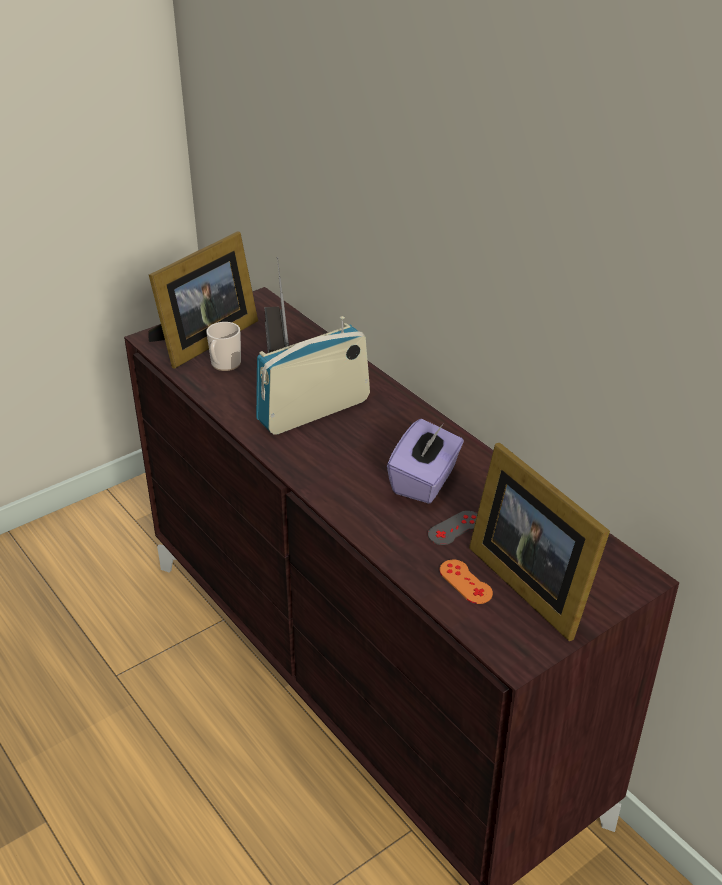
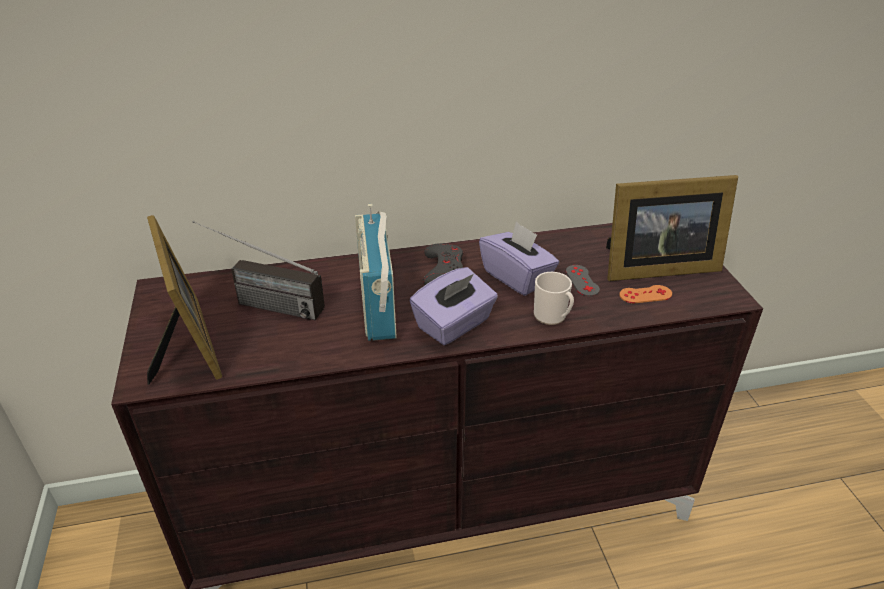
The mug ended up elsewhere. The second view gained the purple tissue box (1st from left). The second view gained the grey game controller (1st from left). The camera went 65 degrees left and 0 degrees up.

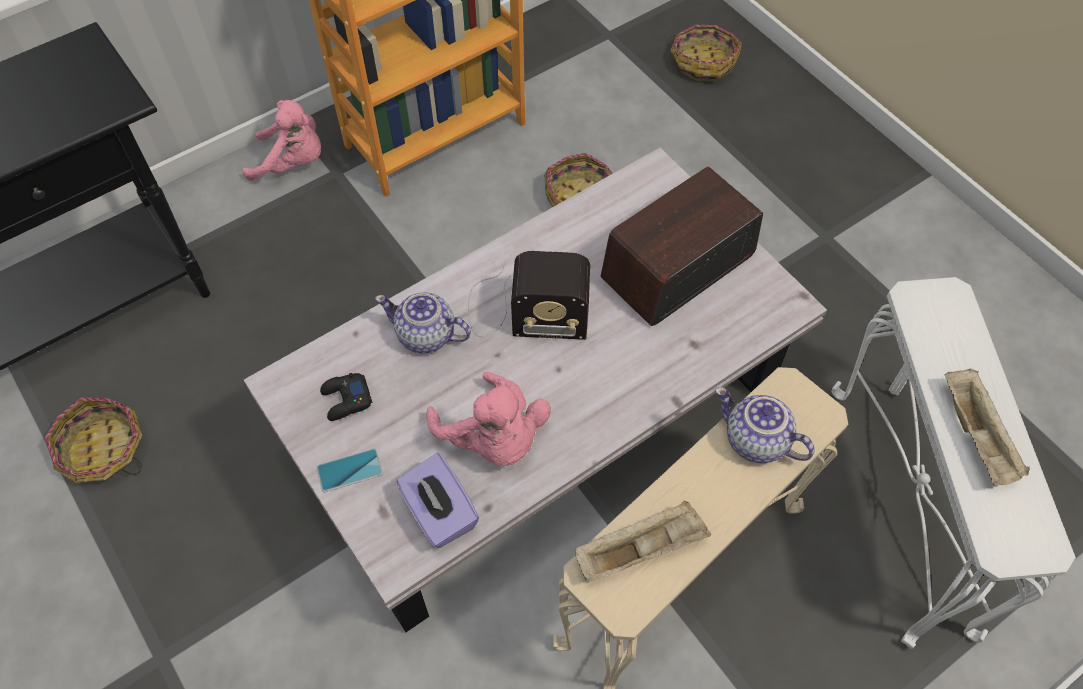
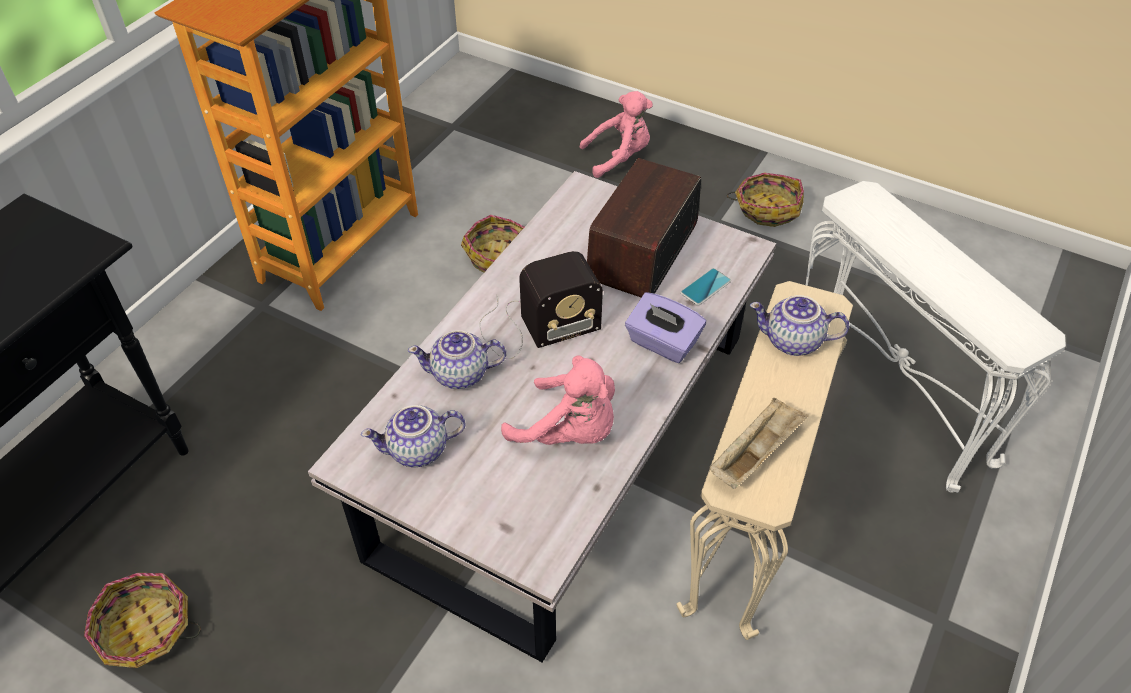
The pink plush toy (1st from left in the first image) ended up elsewhere. The phone ended up elsewhere. Where the black game controller stood, the teapot (1st from left) came to stand. The purple tissue box ended up elsewhere. The basket (3rd from left) ended up elsewhere. The second view lost the beige tray (2nd from left). The camera went 25 degrees left and 10 degrees down.

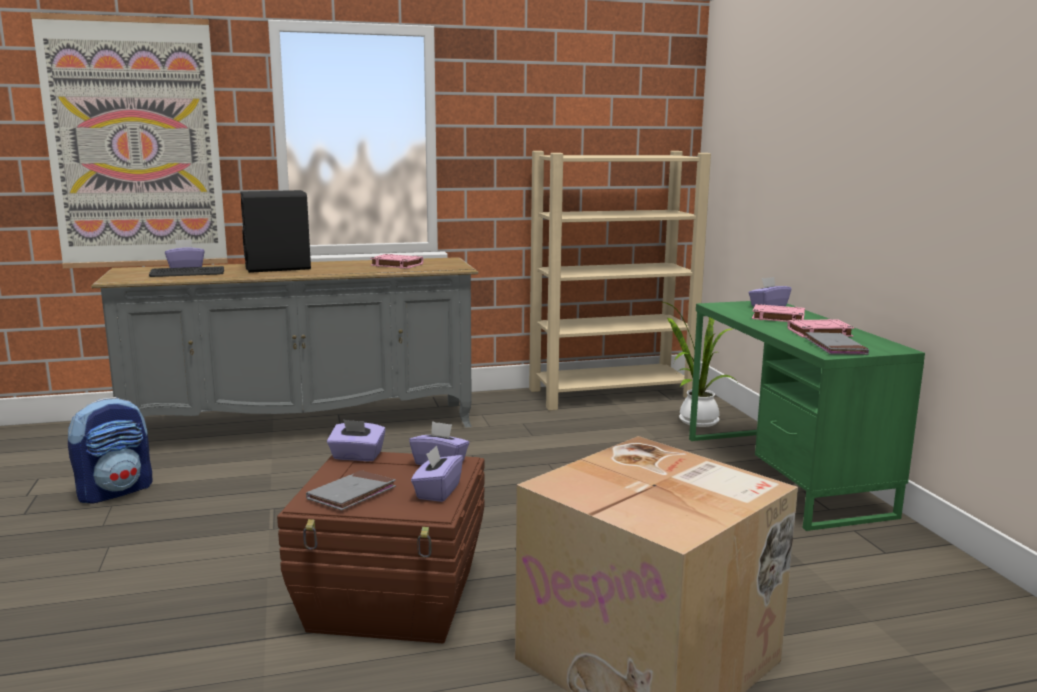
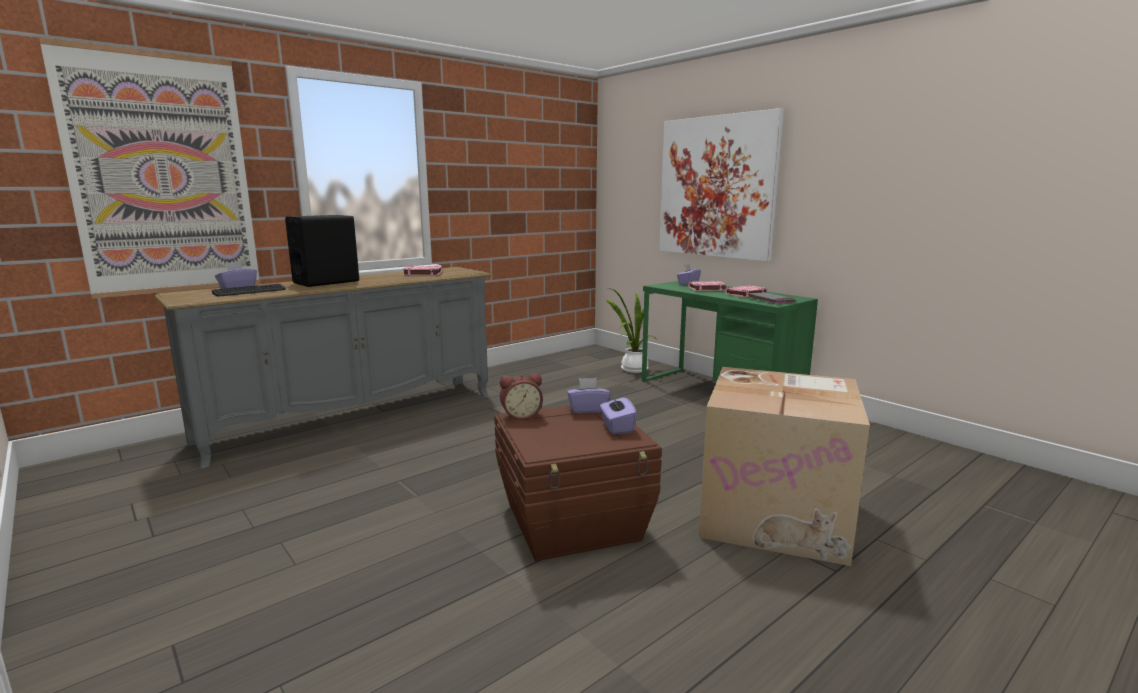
The second view lost the backpack. The second view lost the grey book (1st from left). Where the purple tissue box (2nd from left) stood, the alarm clock came to stand. The second view lost the beige bookcase. The second view gained the picture (2nd from left). The camera went 25 degrees left and 0 degrees up.

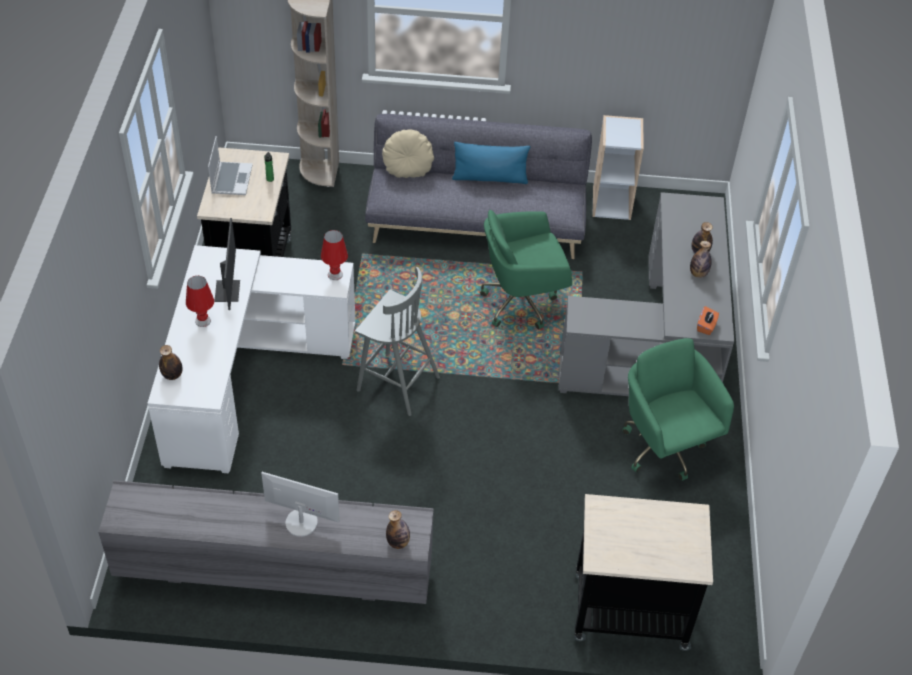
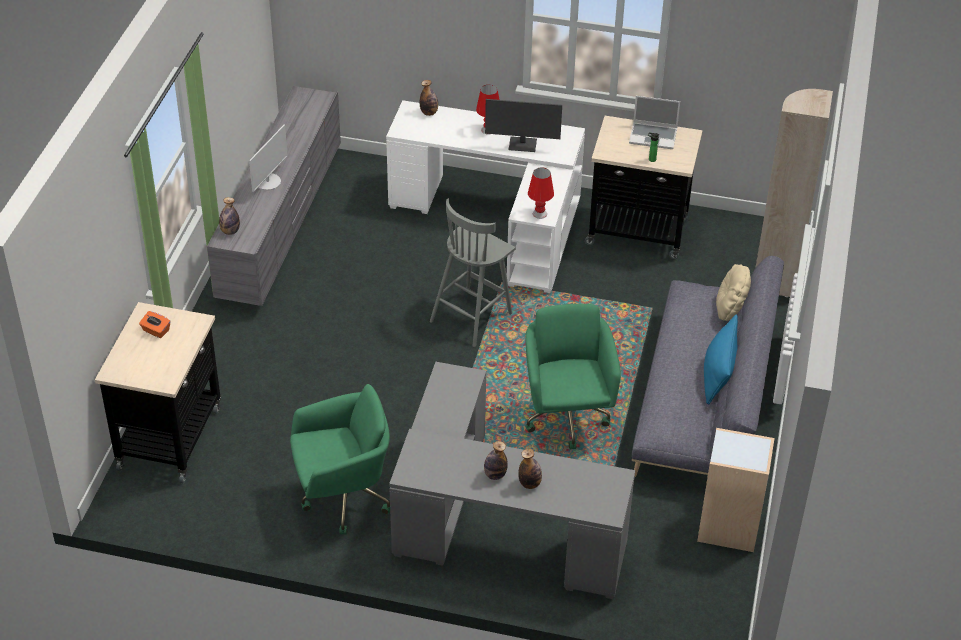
The orange tissue box ended up elsewhere. The camera went 100 degrees right and 5 degrees down.

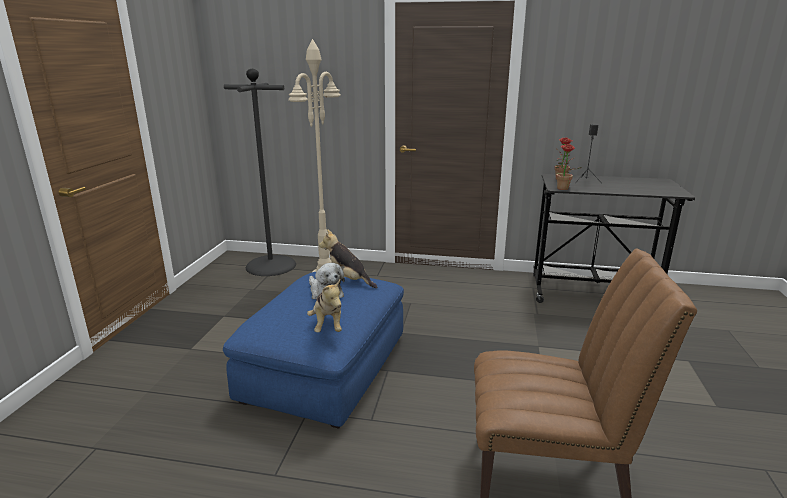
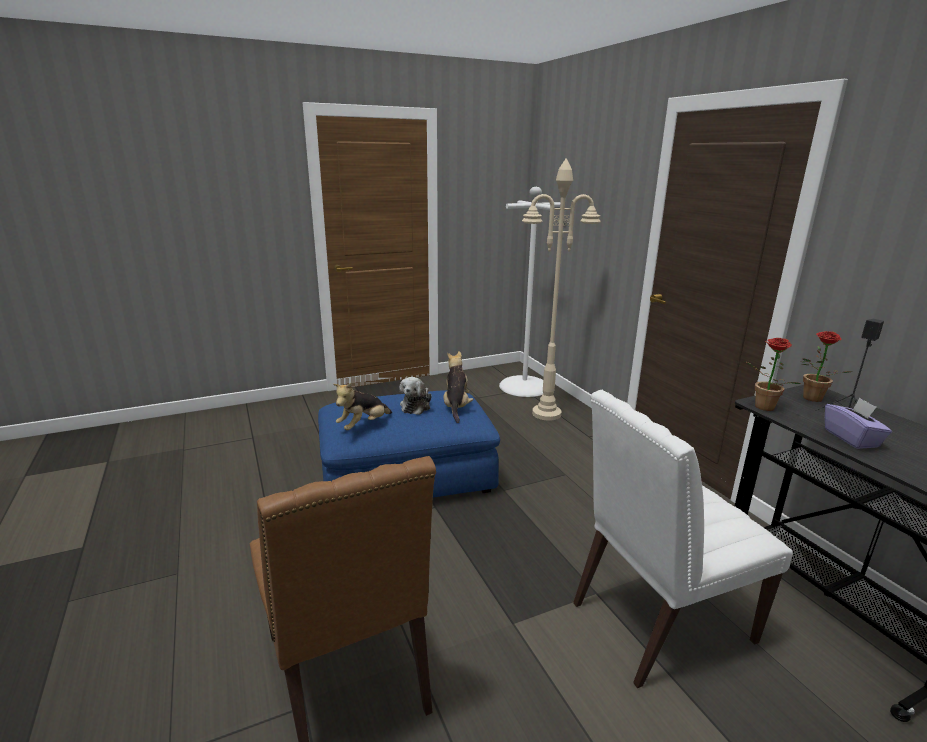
What was the black clothes rack turned into the white clothes rack. The second view gained the white chair. The second view gained the purple tissue box. The camera went 55 degrees right and 0 degrees up.

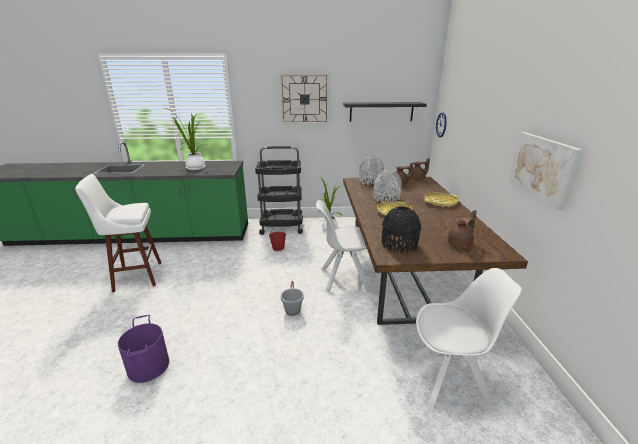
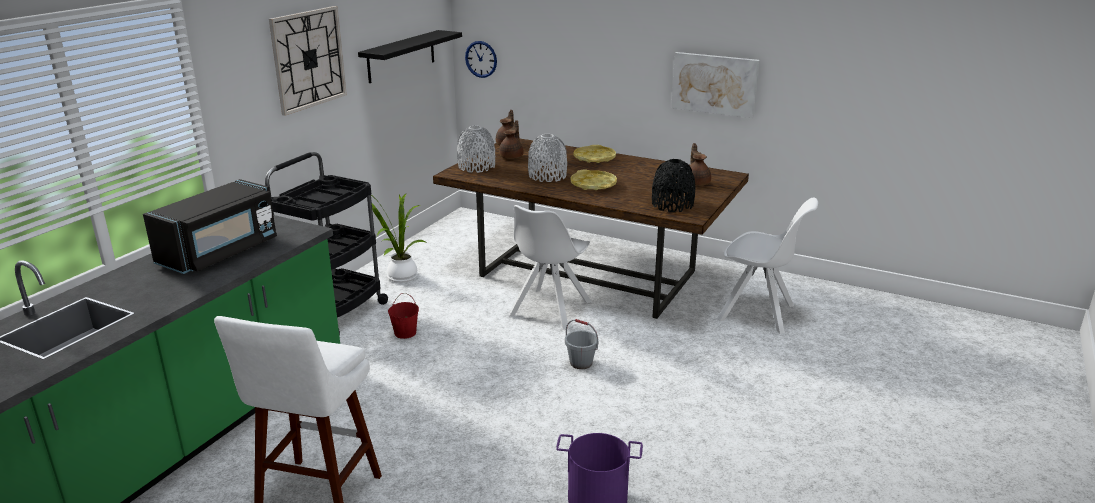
Where the potted plant (1st from left) stood, the black microwave came to stand. The white chair (2nd from left) ended up facing another way, 90 degrees clockwise from before. The camera went 60 degrees left and 0 degrees up.

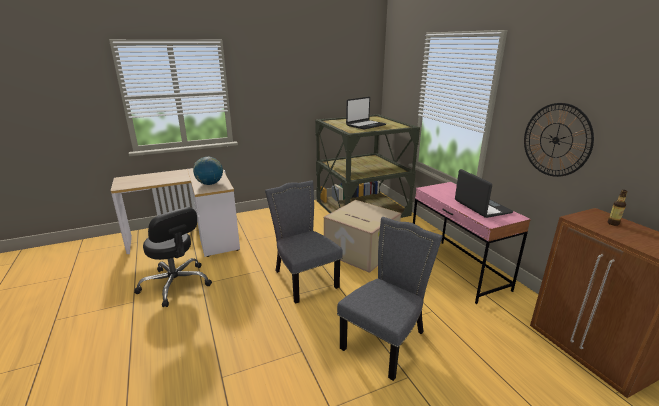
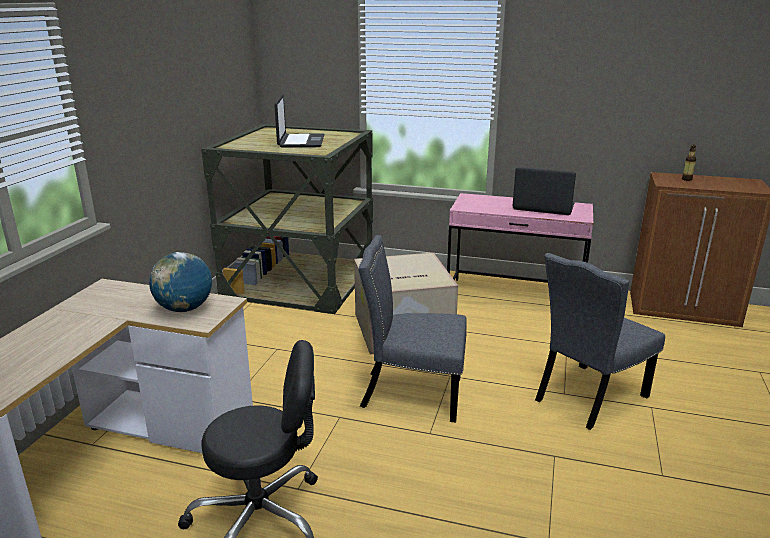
The grey chair (2nd from left) ended up facing another way, 120 degrees counterclockwise from before. The second view lost the wall clock. The camera went 50 degrees left and 0 degrees up.

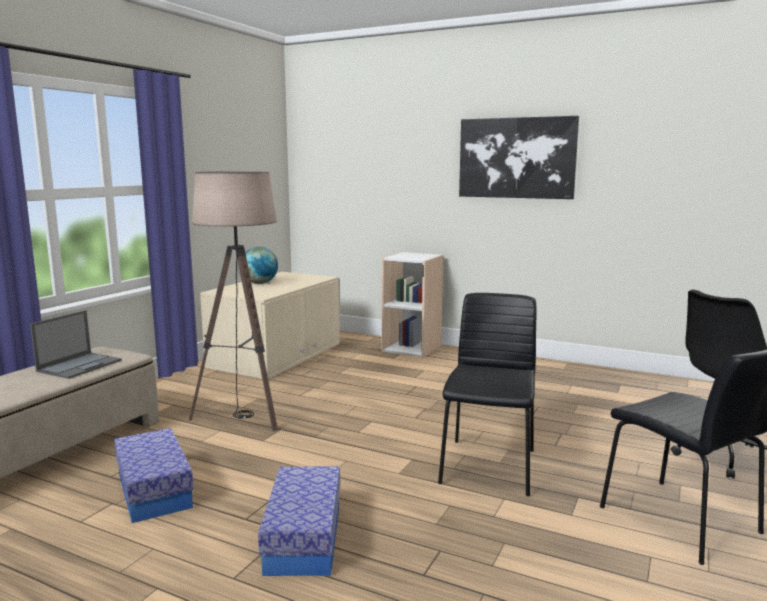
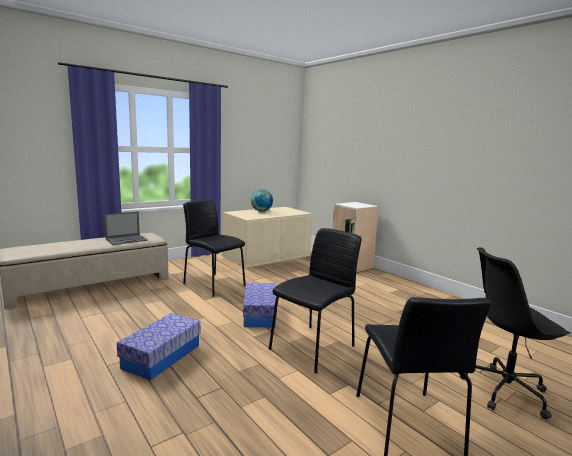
The storage box (1st from left in the first image) ended up elsewhere. Where the floor lamp stood, the black chair (1st from left) came to stand. The second view lost the picture. The camera went 25 degrees right and 0 degrees up.

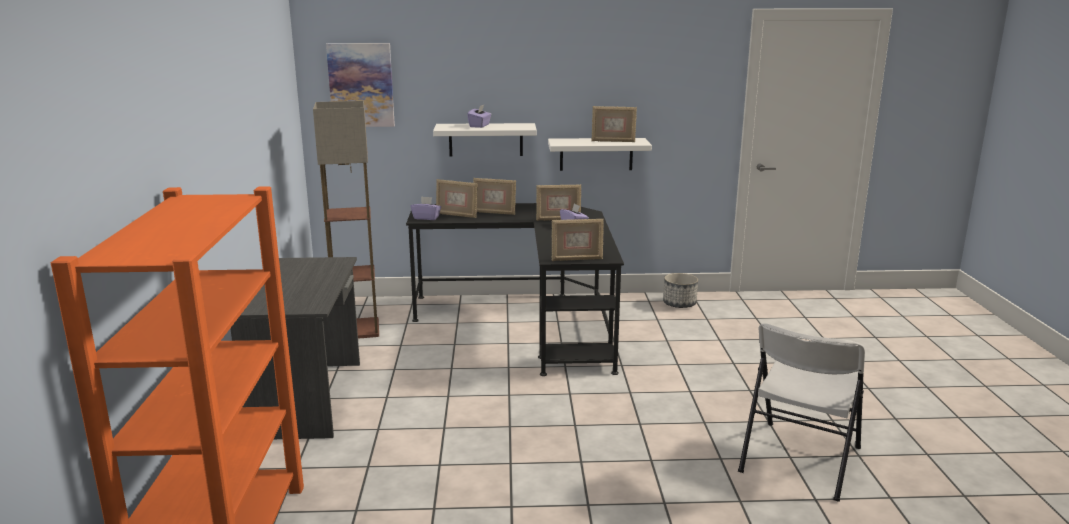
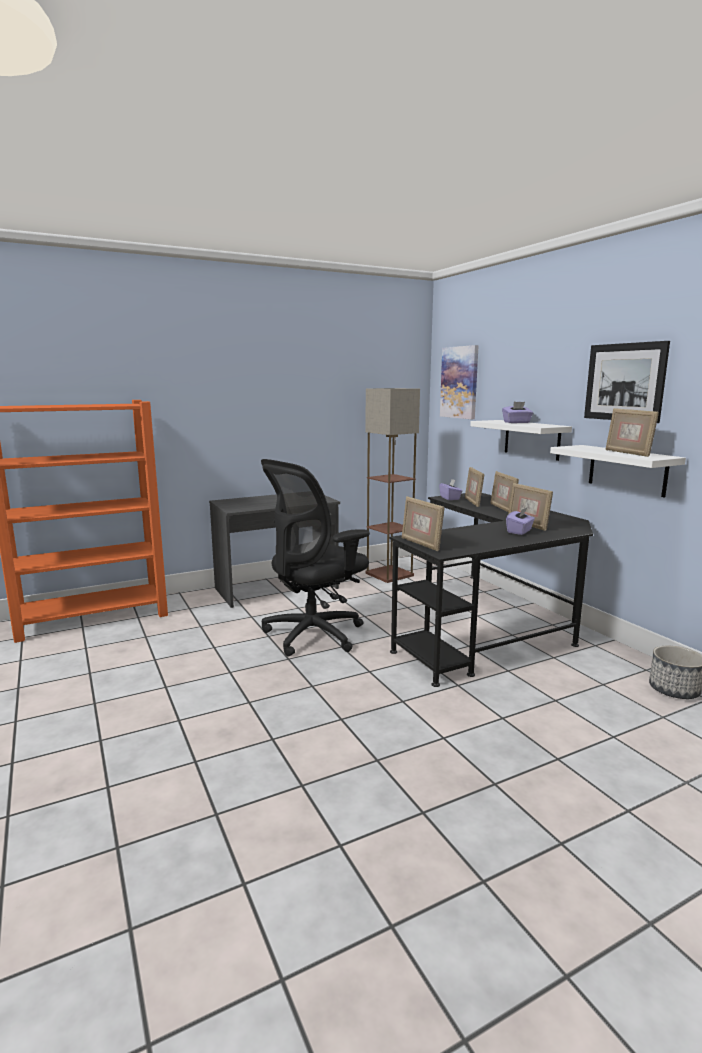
The second view lost the white chair. The second view gained the black office chair. The second view gained the picture (2nd from left). The camera went 65 degrees right and 5 degrees down.

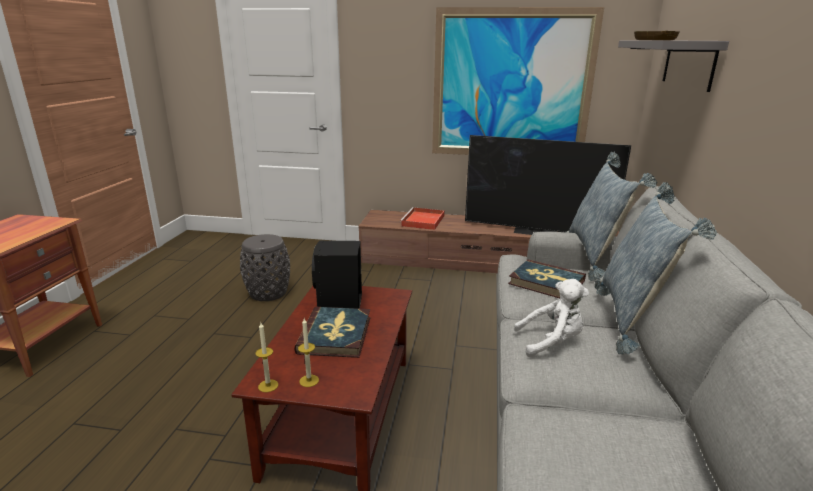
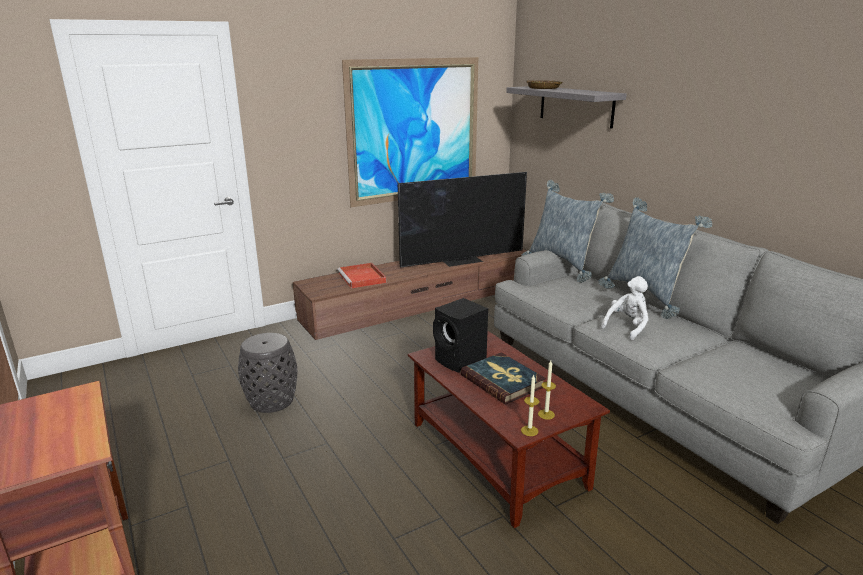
The second view lost the book (2nd from left). The camera went 40 degrees left and 0 degrees up.

